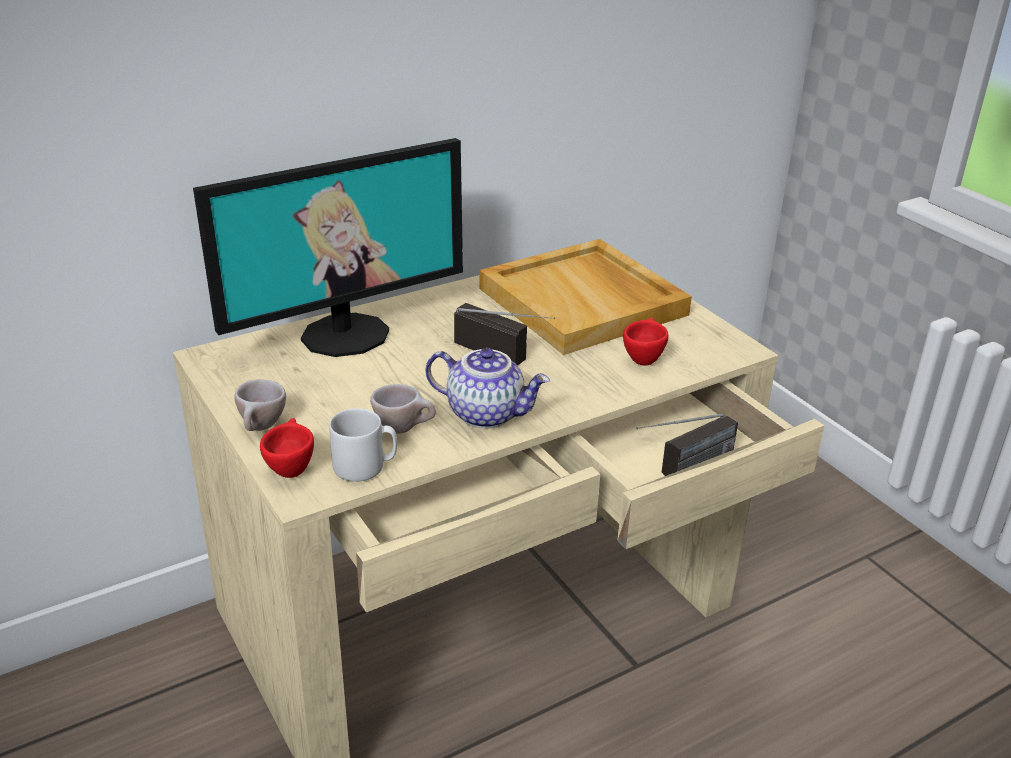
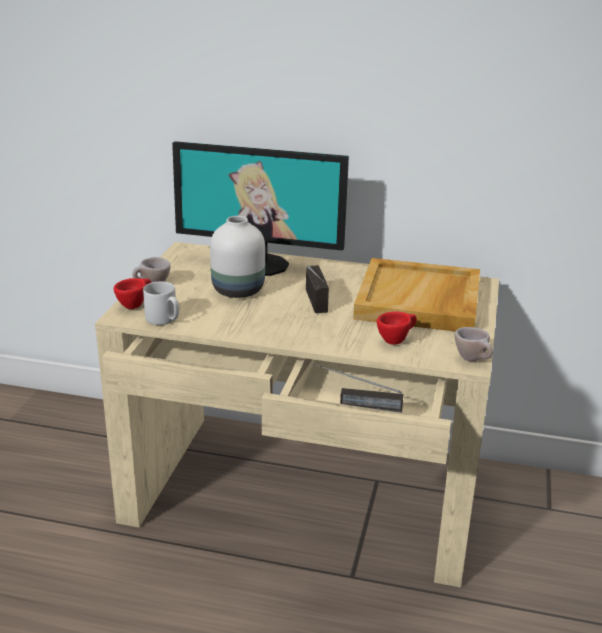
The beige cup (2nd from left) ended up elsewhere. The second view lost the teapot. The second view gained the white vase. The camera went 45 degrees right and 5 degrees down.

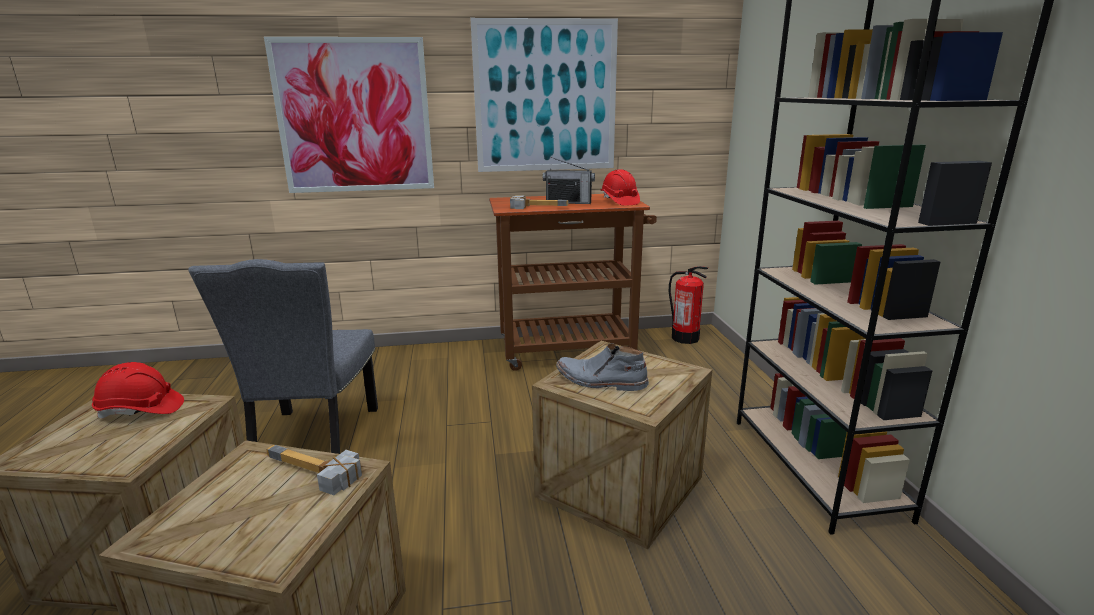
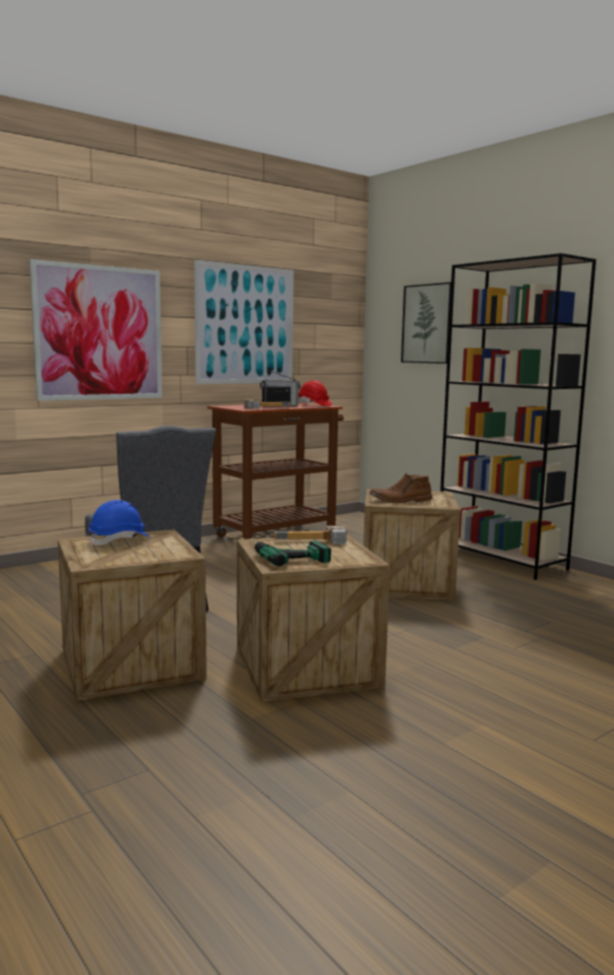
What was the red hard hat (1st from left) turned into the blue hard hat. What was the grey boot turned into the brown boot. The second view lost the fire extinguisher. The second view gained the power drill. The second view gained the picture (3rd from left). The camera went 30 degrees left and 10 degrees down.

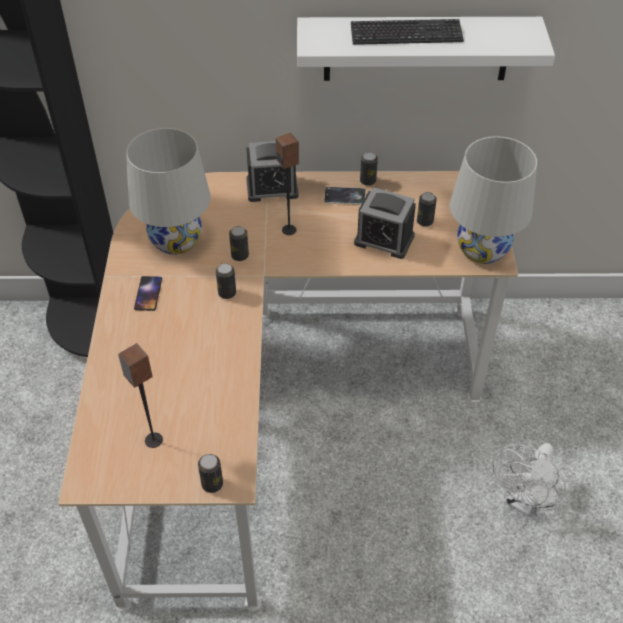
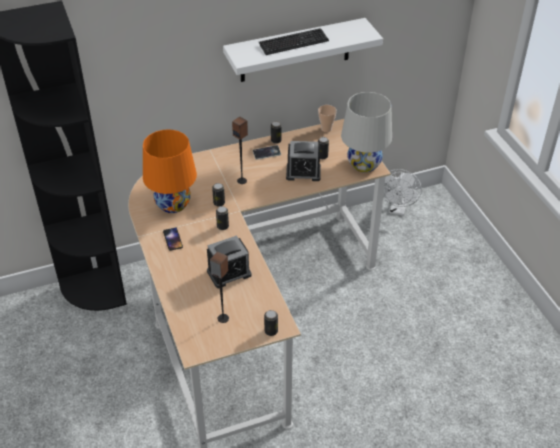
What was the white table lamp (1st from left) turned into the orange table lamp. The alarm clock (1st from left) ended up elsewhere. The white fan ended up elsewhere. The second view gained the cup. The camera went 20 degrees left and 5 degrees down.

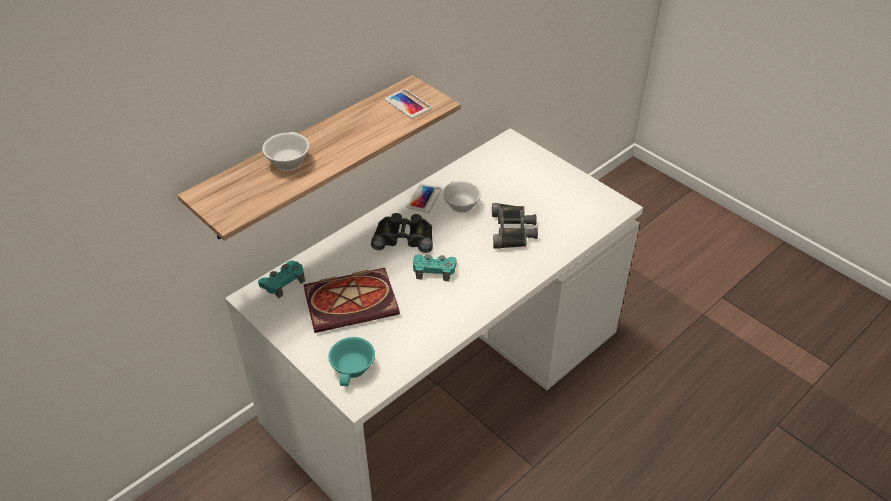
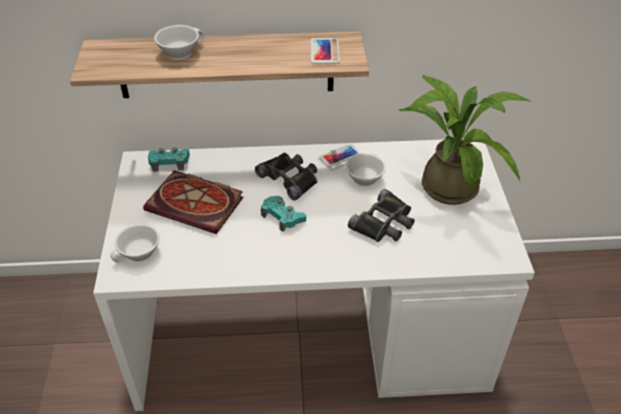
What was the turquoise cup turned into the white cup (1st from left). The second view gained the potted plant. The camera went 40 degrees right and 0 degrees up.

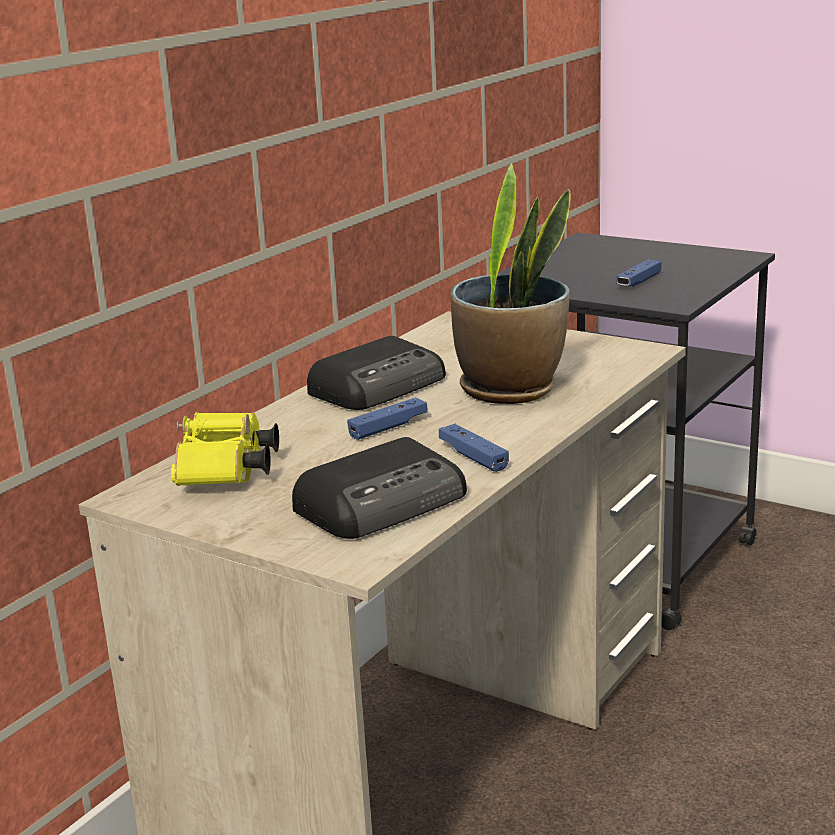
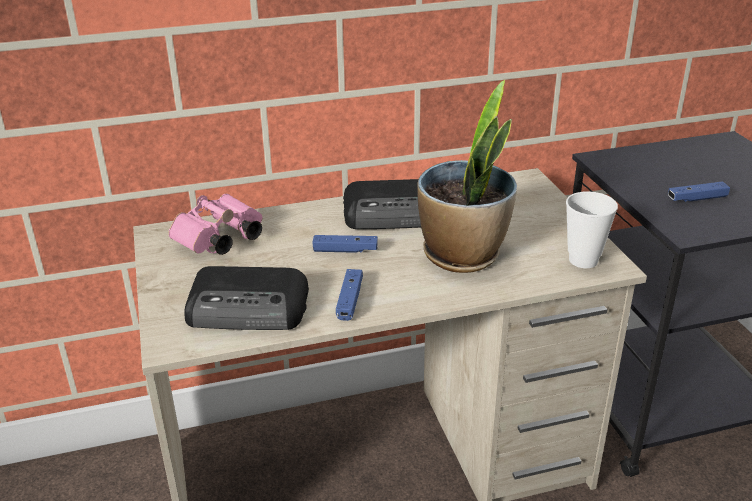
What was the yellow binoculars turned into the pink binoculars. The second view gained the cup. The camera went 40 degrees right and 10 degrees up.

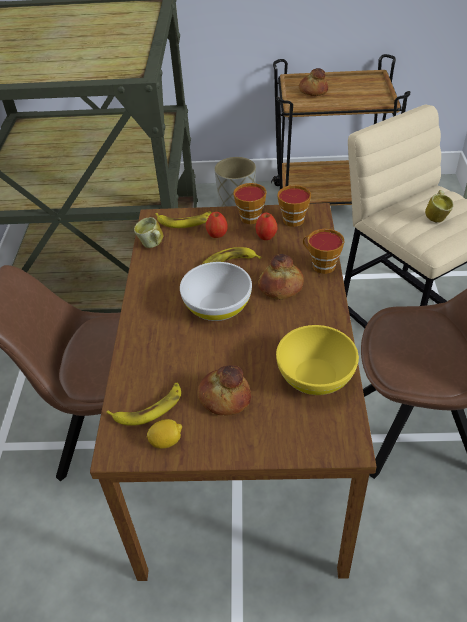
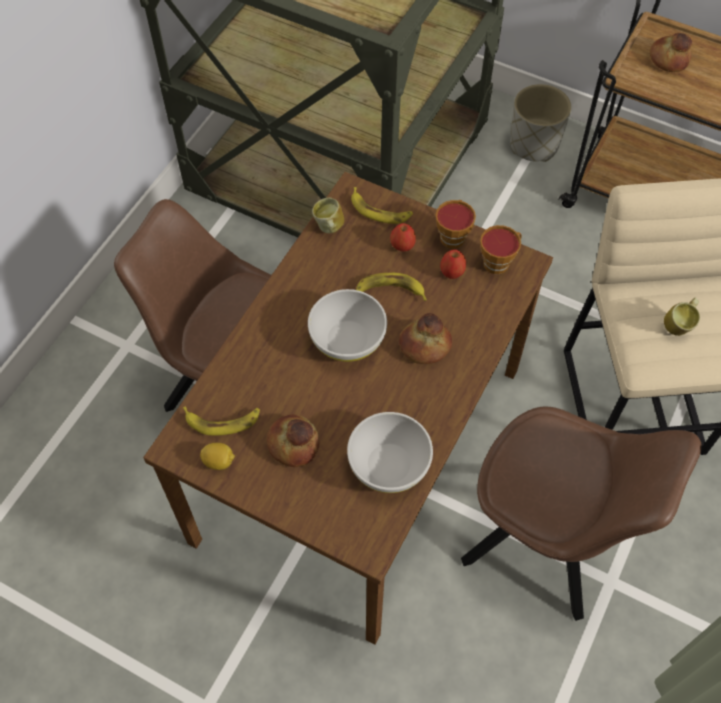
What was the yellow bowl turned into the white bowl (2nd from left). The second view lost the cup (3rd from left). The camera went 25 degrees right and 15 degrees up.

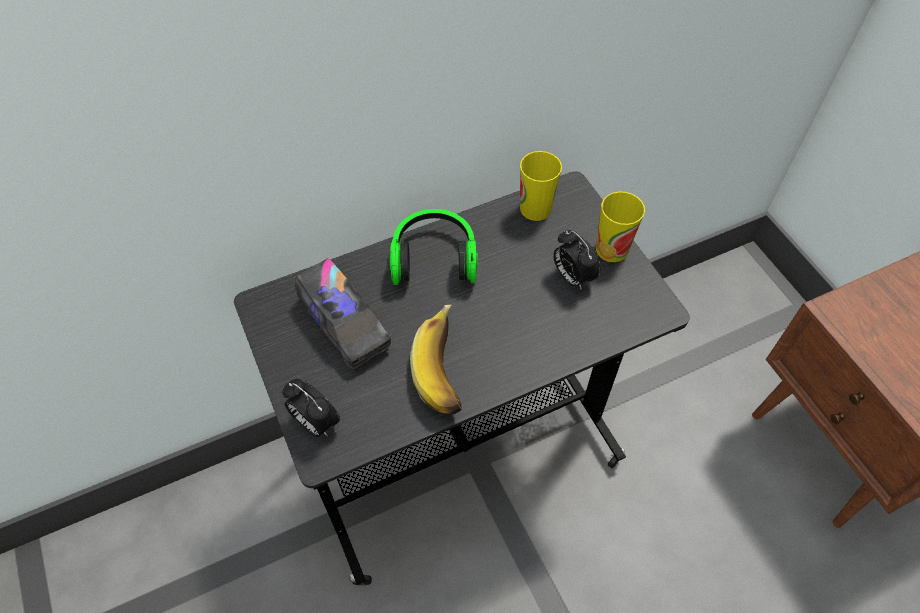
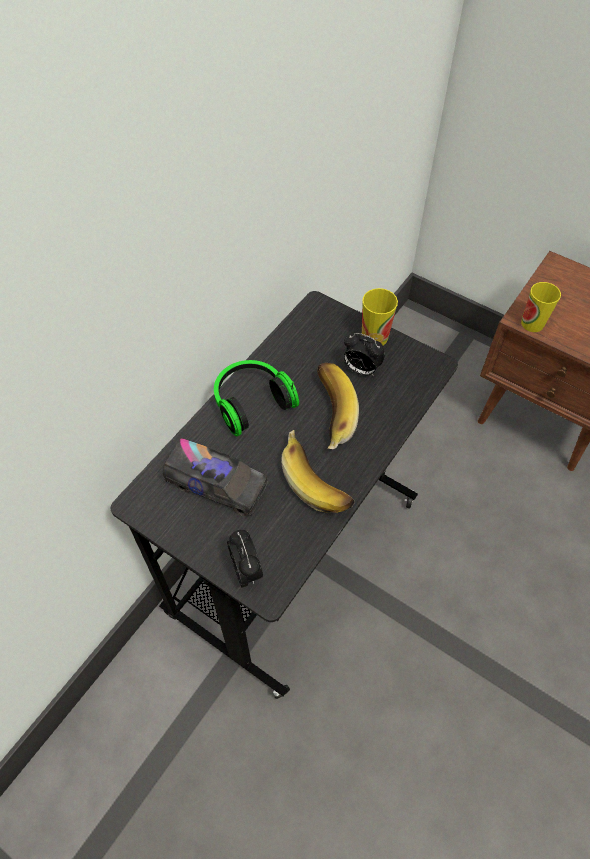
The alarm clock (1st from left) ended up facing another way, 120 degrees counterclockwise from before. The cup (1st from left in the first image) ended up elsewhere. The second view gained the banana (2nd from left). The camera went 30 degrees left and 0 degrees up.

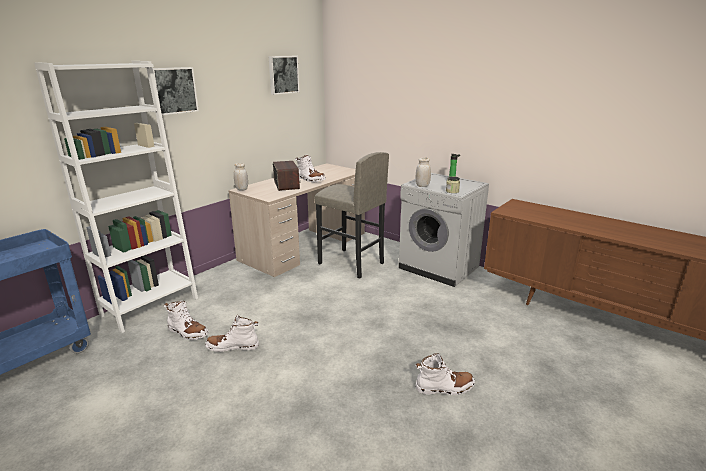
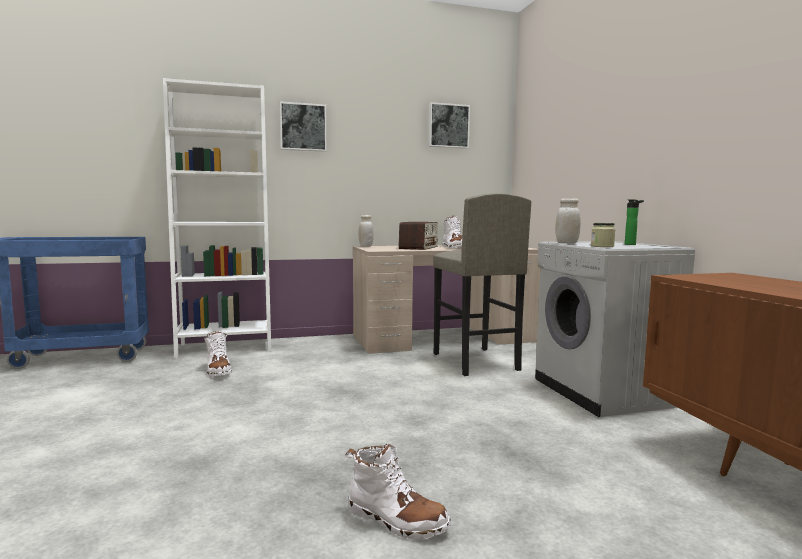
The second view lost the white boot (2nd from left). The camera went 35 degrees right and 15 degrees down.

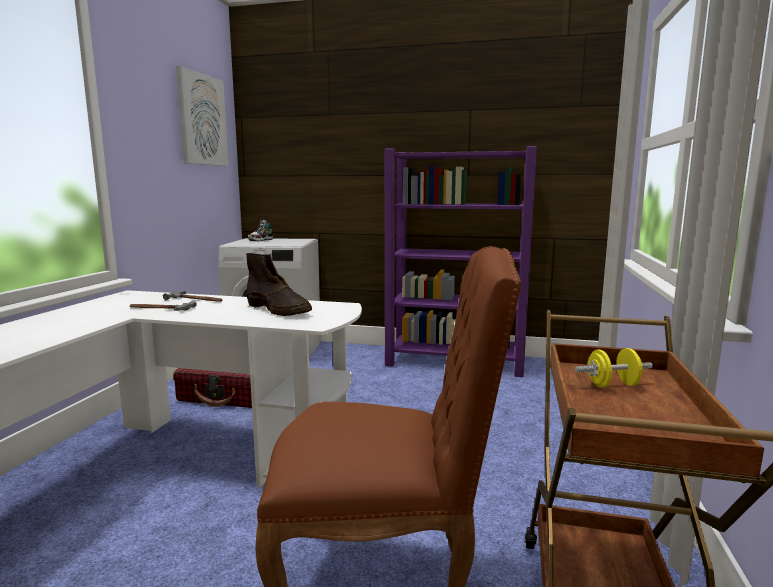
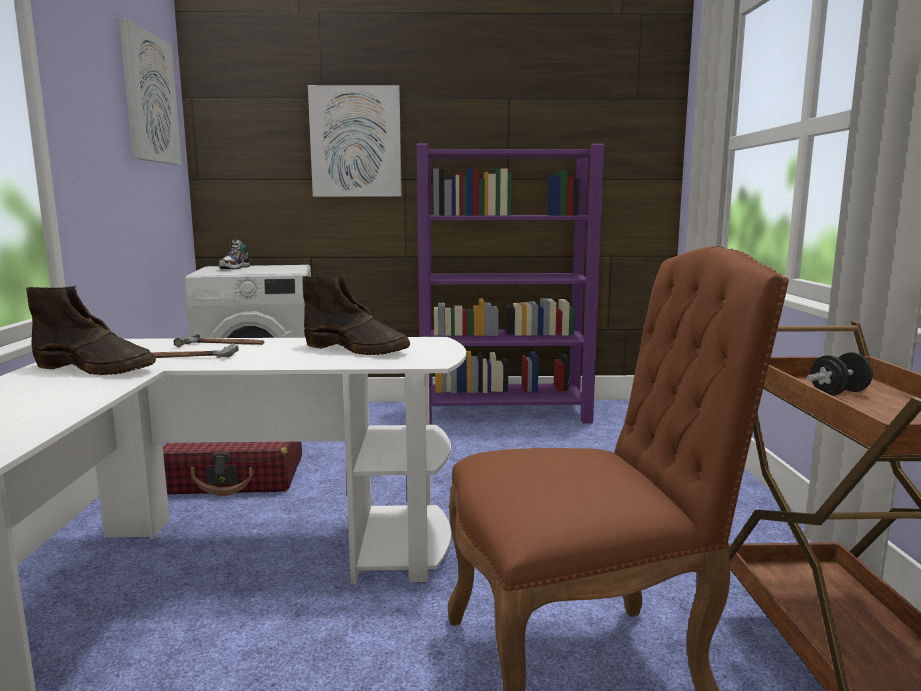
What was the yellow dumbbell turned into the black dumbbell. The second view gained the brown boot (1st from left). The second view gained the picture (2nd from left). The camera went 15 degrees left and 0 degrees up.

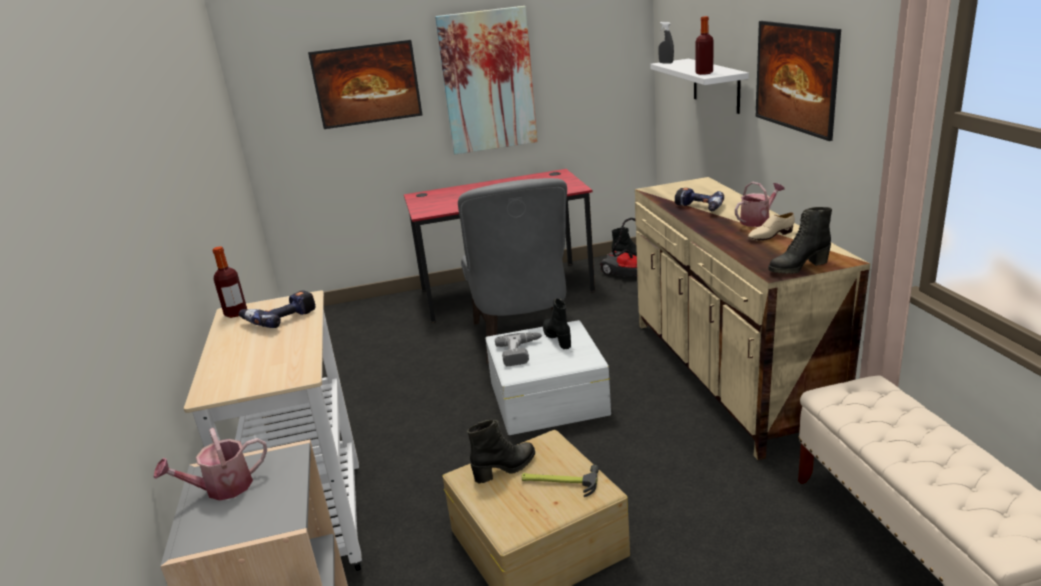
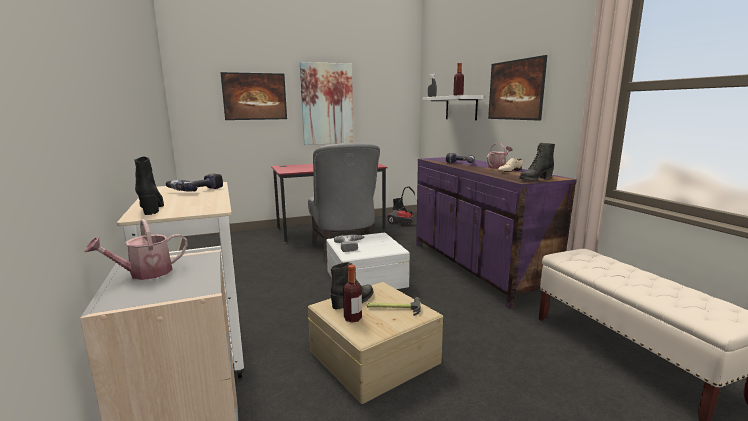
The bottle (1st from left) ended up elsewhere. The black boot (2nd from left in the first image) ended up elsewhere. What was the beige cabinet turned into the purple cabinet. The camera went 10 degrees left and 10 degrees down.

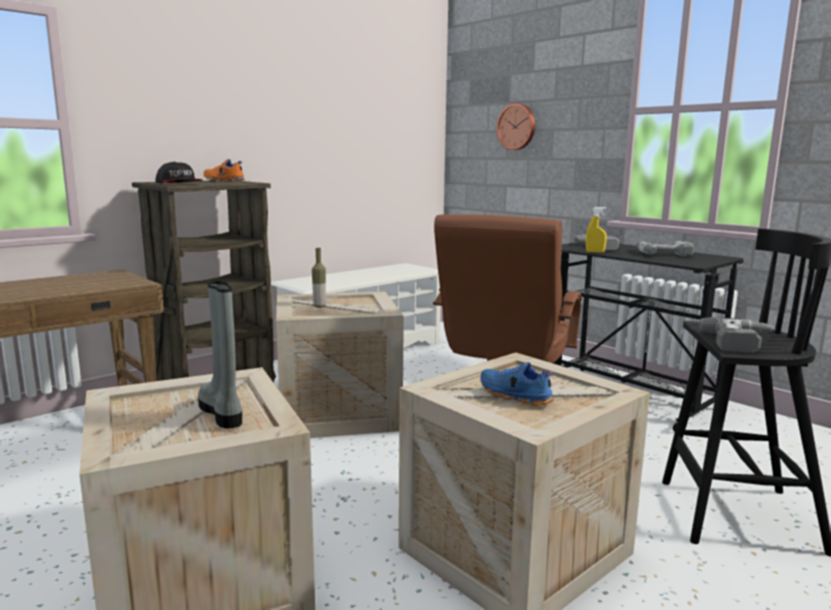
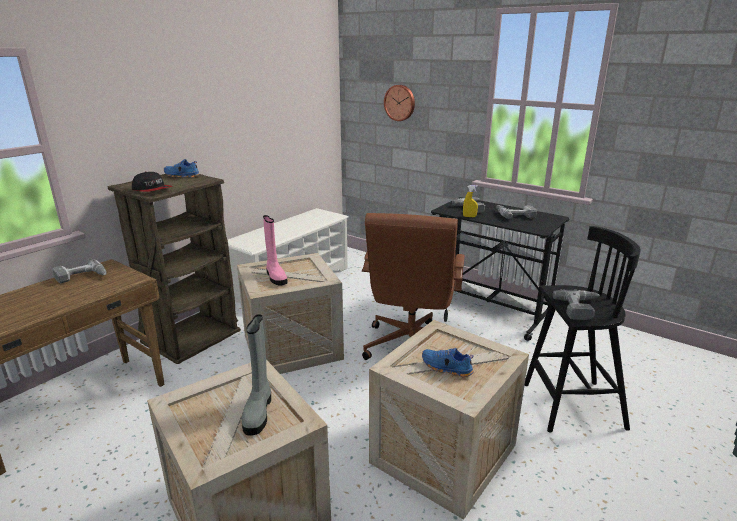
The grey boot ended up facing another way, 135 degrees counterclockwise from before. What was the orange shoe turned into the blue shoe (1st from left). Where the bottle stood, the pink boot came to stand. The second view gained the power drill (1st from left). The camera went 10 degrees left and 10 degrees up.

